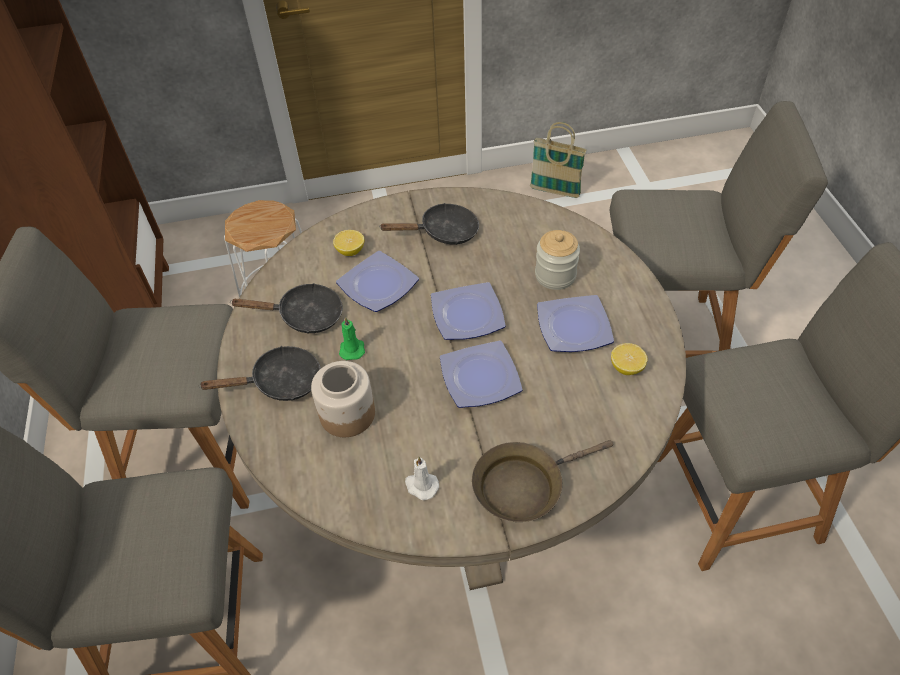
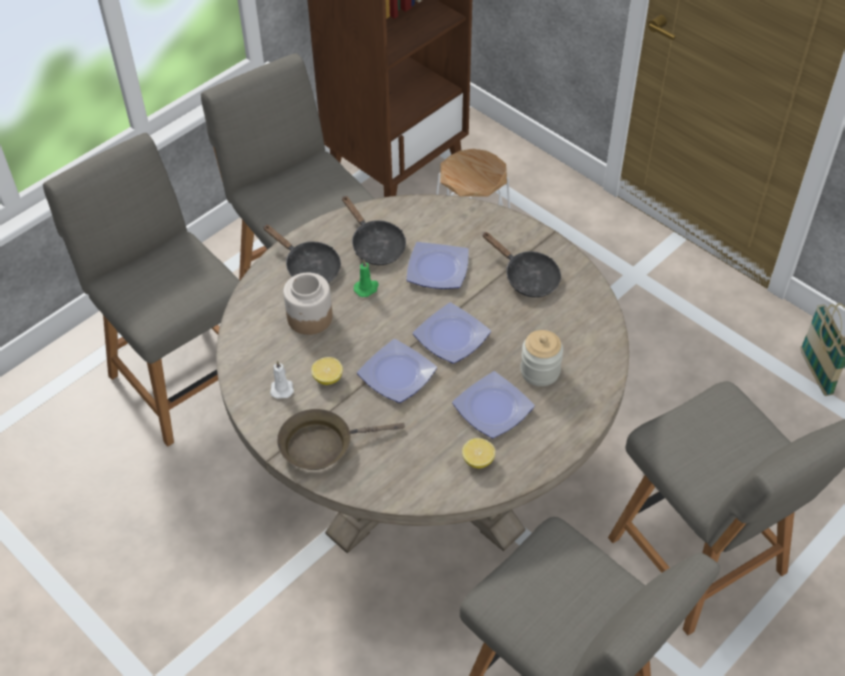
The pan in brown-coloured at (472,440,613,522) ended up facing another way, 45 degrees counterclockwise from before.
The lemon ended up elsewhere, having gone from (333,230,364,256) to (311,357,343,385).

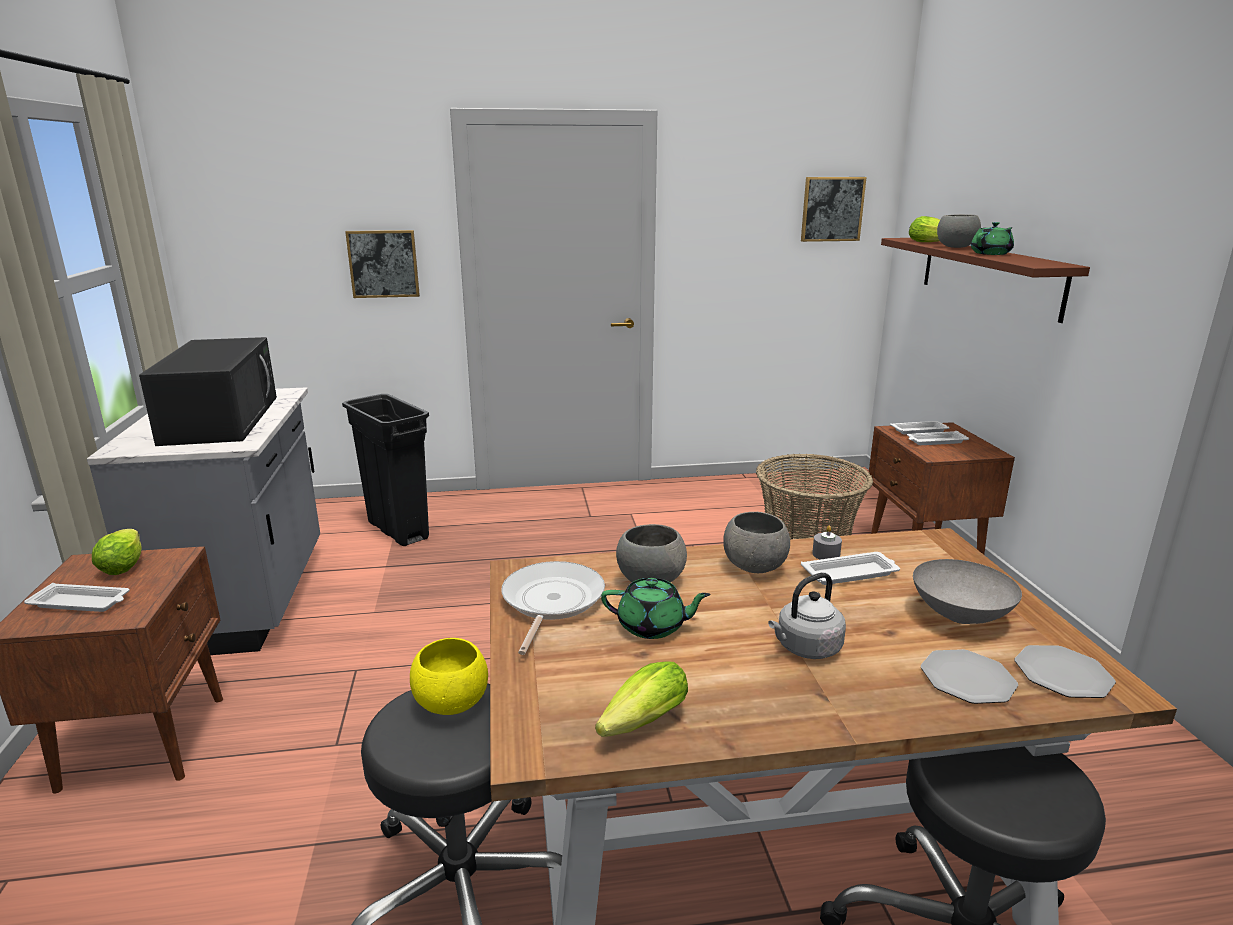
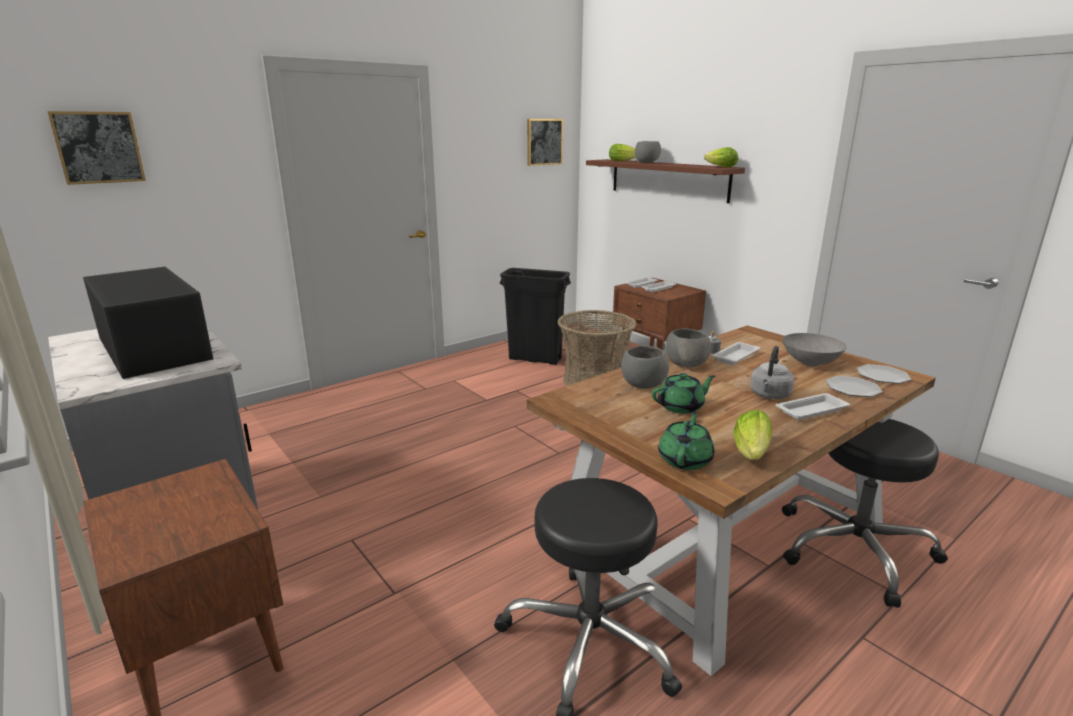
The wall picture ended up elsewhere, having gone from (345,230,420,298) to (47,111,146,185).
The rubbish bin in blackish ended up elsewhere, having gone from (342,394,429,546) to (500,268,571,365).
The teapot in green-coloured ended up elsewhere, having gone from (971,222,1014,255) to (658,411,714,470).
The head of lettuce ended up elsewhere, having gone from (92,529,141,575) to (704,147,738,167).
The carrying tray in white-coloured ended up elsewhere, having gone from (24,583,130,612) to (776,393,850,420).
The second view lost the bowl in yellowish at (410,638,488,715).
The second view lost the pan at (501,561,605,655).

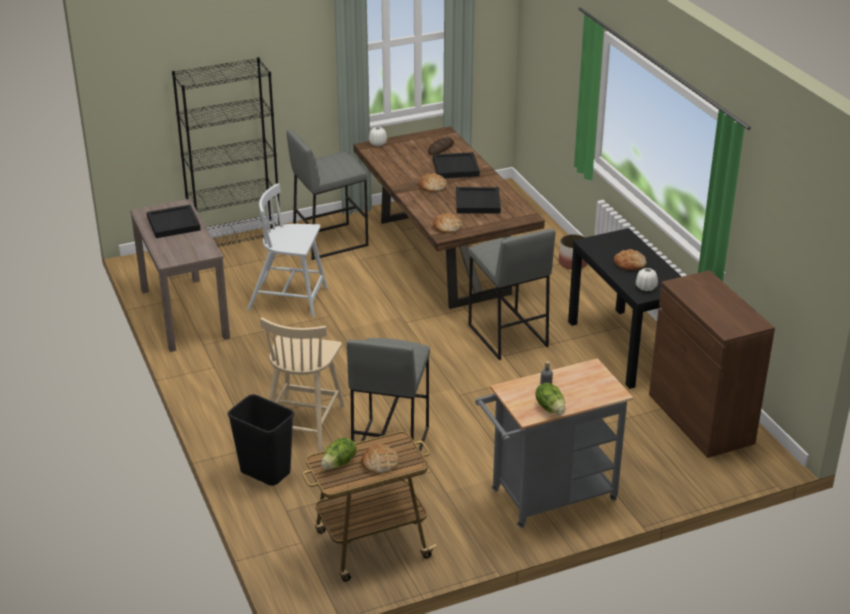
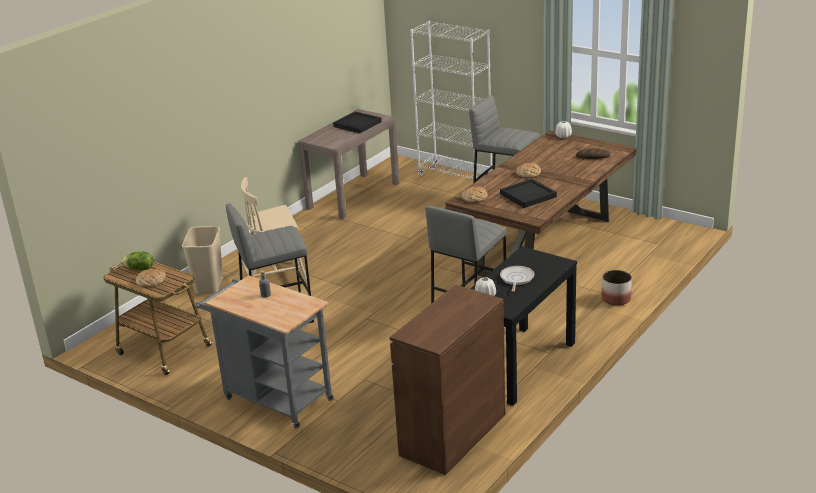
What was the rubbish bin in blackish at (227,394,294,486) turned into the rubbish bin in sand-coloured at (182,226,223,294).
What was the bookshelf in blackish at (172,57,280,247) turned into the bookshelf in white-coloured at (410,21,492,180).
Where the bread stood at (614,249,647,271), the pan came to stand at (500,266,535,292).
The second view lost the upright chair in white-coloured at (247,183,327,317).
The second view lost the carrying tray in blackish at (433,152,480,178).
The second view lost the head of lettuce at (536,383,565,415).

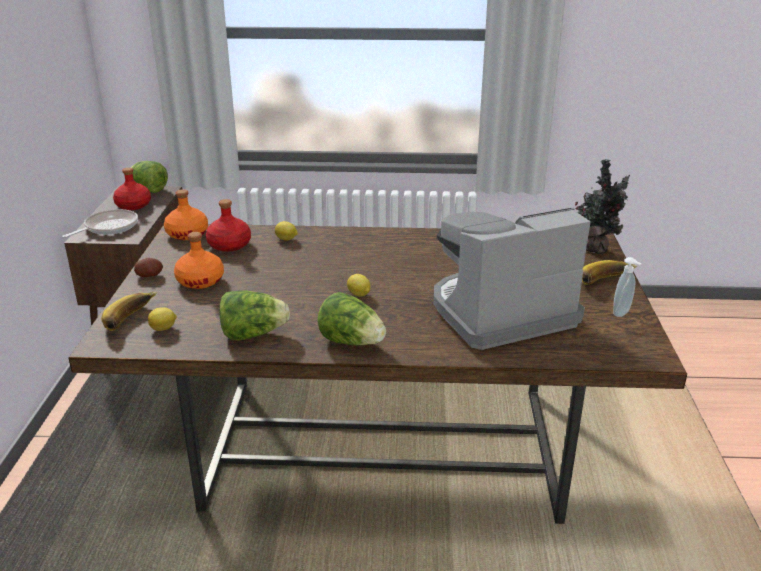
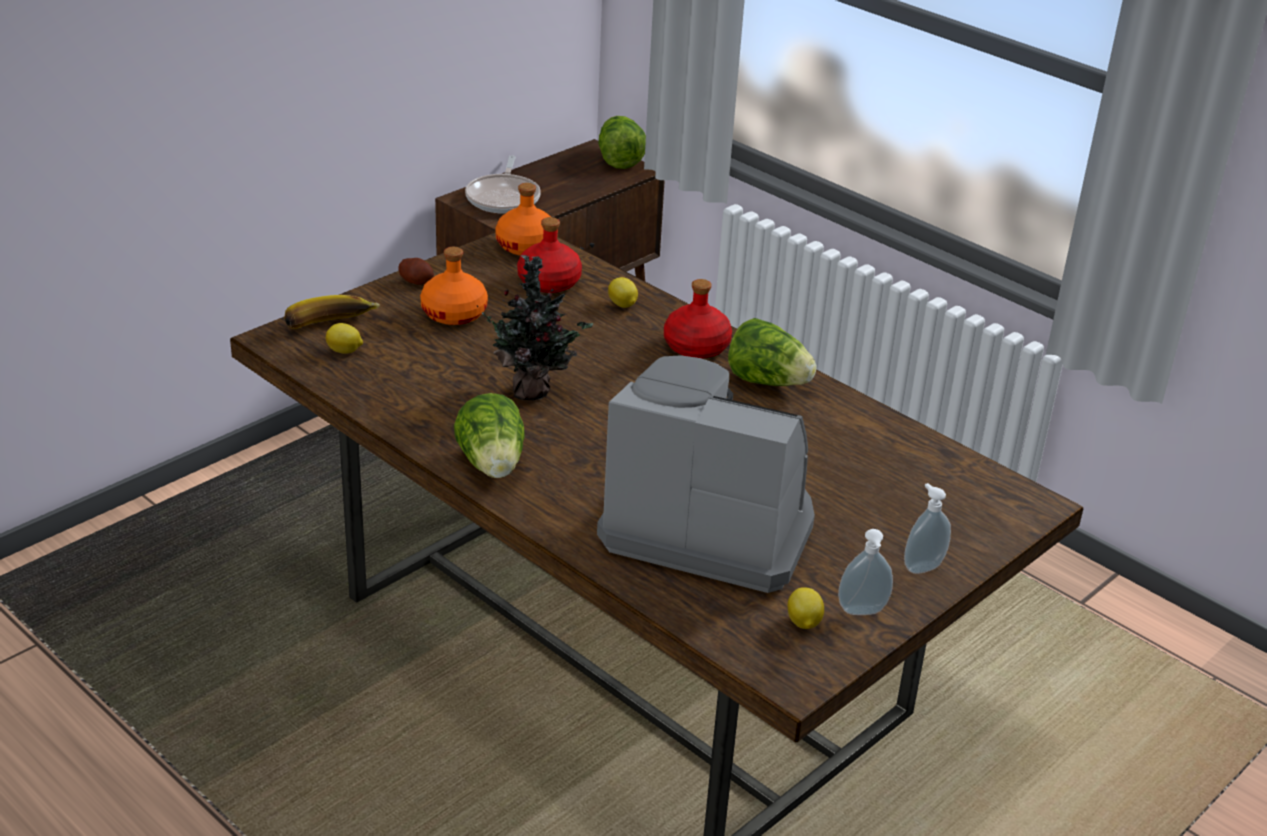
The pan at (62,209,138,238) ended up facing another way, 105 degrees clockwise from before.
The potted plant ended up elsewhere, having gone from (575,159,630,254) to (477,255,593,400).
The beverage bottle in red ended up elsewhere, having gone from (113,168,151,210) to (664,279,732,359).
The head of lettuce ended up elsewhere, having gone from (220,290,290,340) to (728,318,817,386).
The lemon ended up elsewhere, having gone from (347,274,370,296) to (788,587,824,629).
Where the whole banana stood at (582,260,637,285), the liquid soap bottle came to stand at (904,483,951,574).

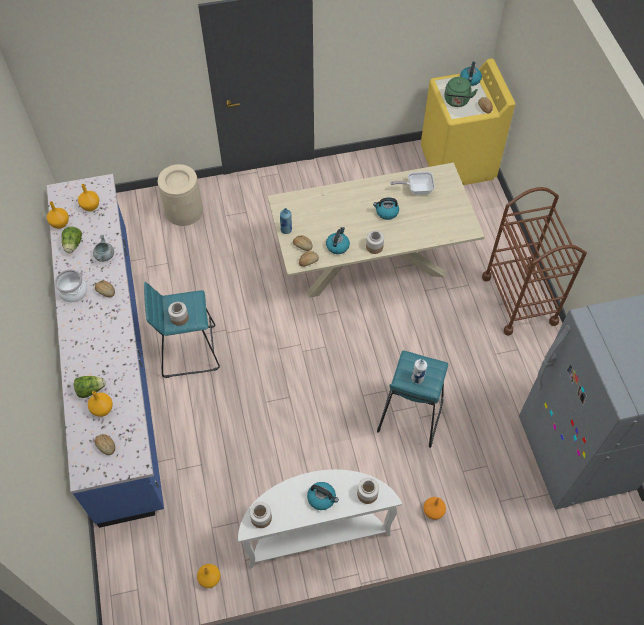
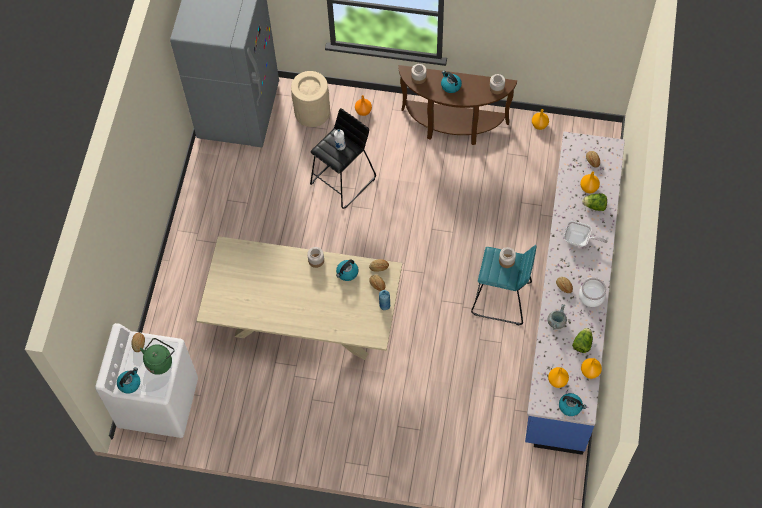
What was the washing machine in yellowish at (421,58,515,185) turned into the washing machine in white-coloured at (95,323,198,438).
The rubbish bin in sand-coloured ended up elsewhere, having gone from (158,164,203,226) to (291,71,330,127).
What was the stool seat in blue-green at (377,351,448,448) turned into the stool seat in blackish at (310,108,376,209).
What was the narrow table in white-coloured at (238,469,402,569) turned into the narrow table in brown-coloured at (399,65,517,145).
The tea kettle ended up elsewhere, having gone from (373,197,399,220) to (559,393,586,416).
The pan ended up elsewhere, having gone from (390,171,435,195) to (564,221,608,247).
The second view lost the wheeled cart in brown-coloured at (482,187,587,336).

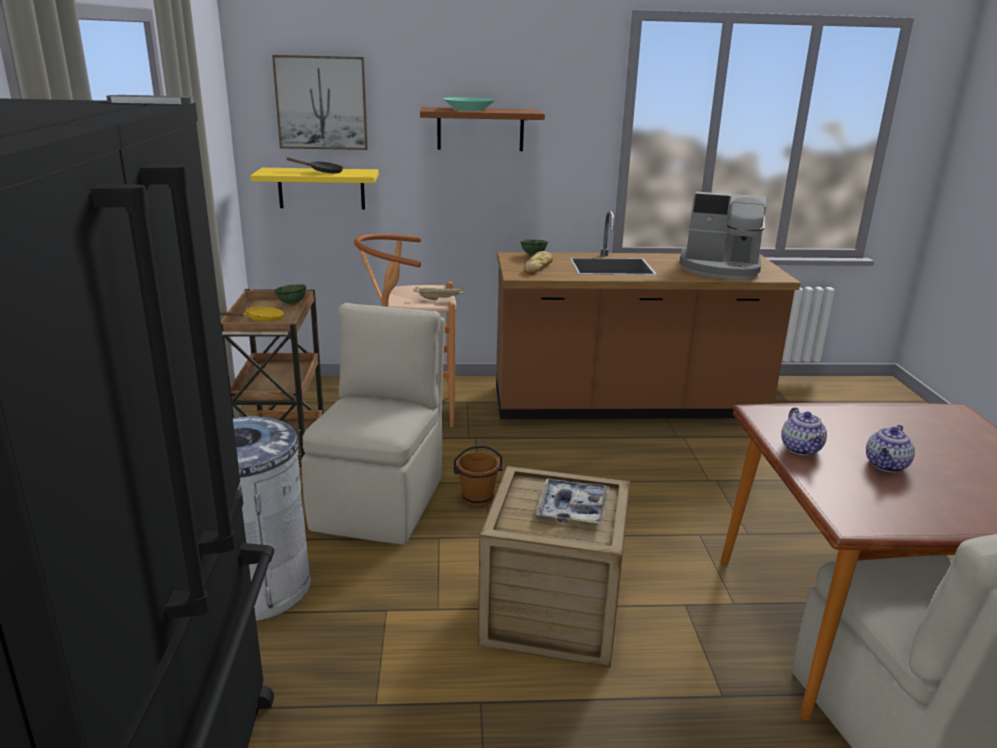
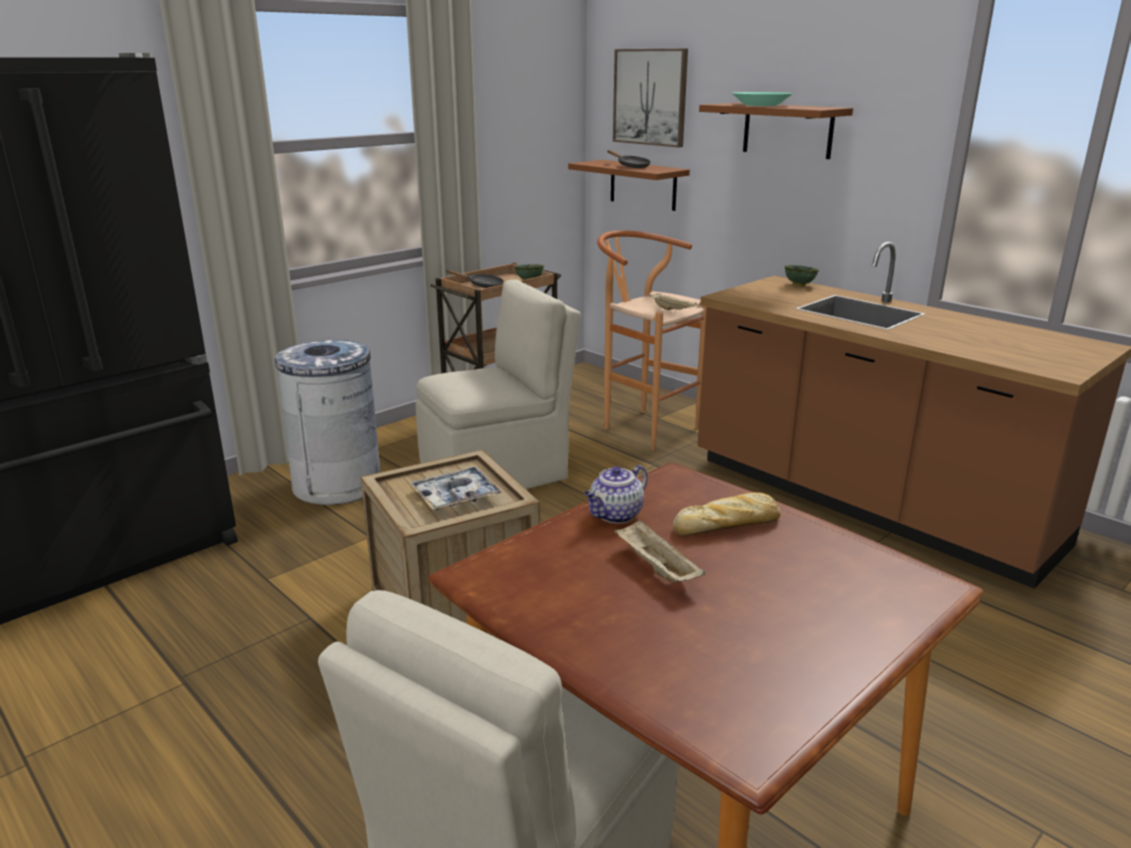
What was the pan in yellowish at (220,306,285,321) turned into the pan in blackish at (447,270,504,288).
What was the shelf in yellowish at (250,168,379,209) turned into the shelf in brown-coloured at (568,160,690,211).
Where the teapot stood at (866,425,915,472), the carrying tray in sand-coloured came to stand at (614,520,706,582).
The bread ended up elsewhere, having gone from (524,251,553,274) to (673,492,781,536).
The second view lost the water bucket in brown-coloured at (454,446,503,507).
The second view lost the coffee brewer at (679,192,766,280).

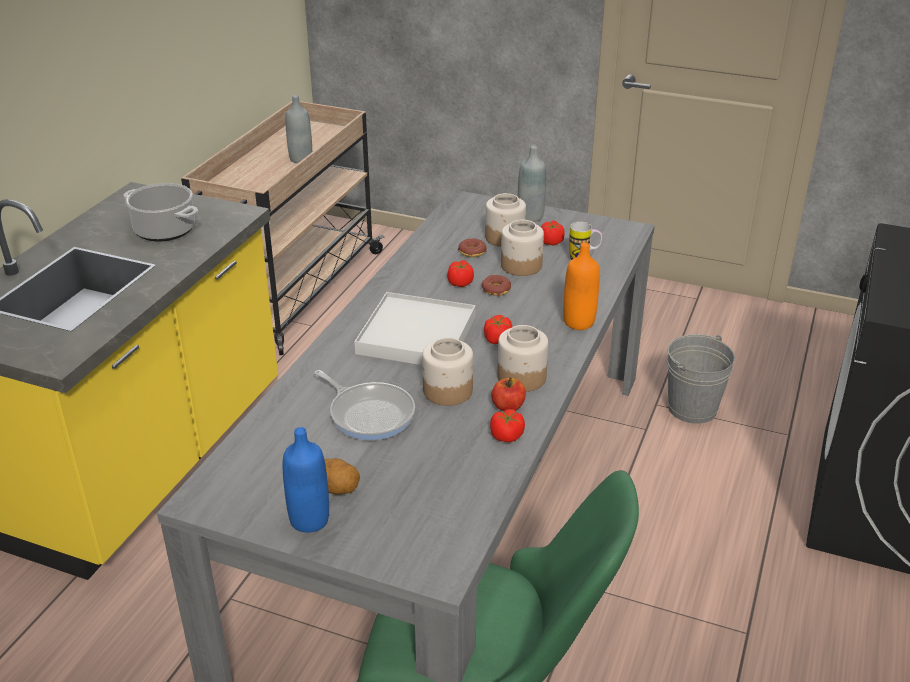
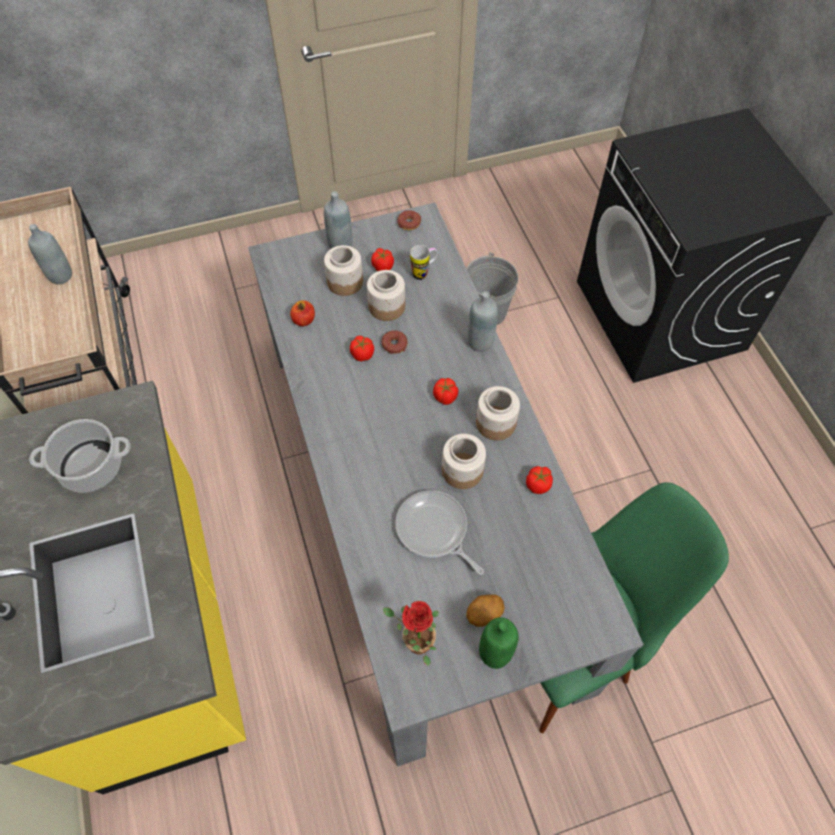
The whole apple ended up elsewhere, having gone from (491,378,526,411) to (290,300,315,326).
The second view gained the potted plant at (383,601,439,666).
The pan at (314,370,415,440) ended up facing another way, 135 degrees counterclockwise from before.
The donut ended up elsewhere, having gone from (458,238,487,257) to (397,210,421,230).
What was the beverage bottle in orangey at (563,242,600,330) turned into the beverage bottle in greyish at (468,291,498,352).
What was the beverage bottle in blue at (283,427,329,532) turned into the beverage bottle in green-coloured at (479,617,518,669).
The second view lost the carrying tray in white-coloured at (354,292,476,365).

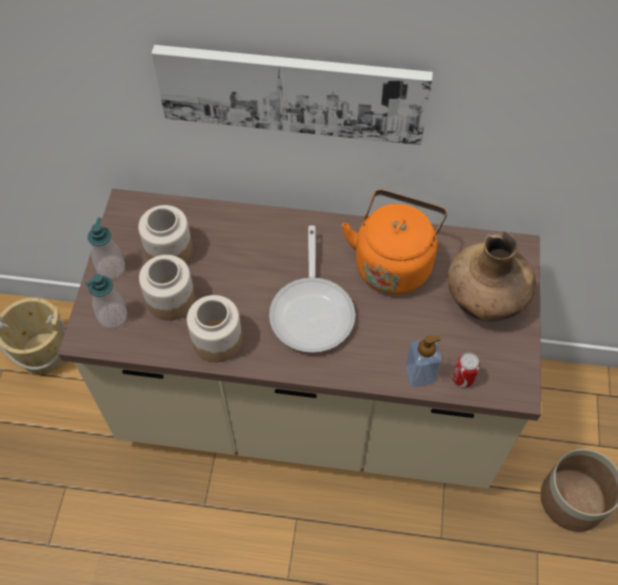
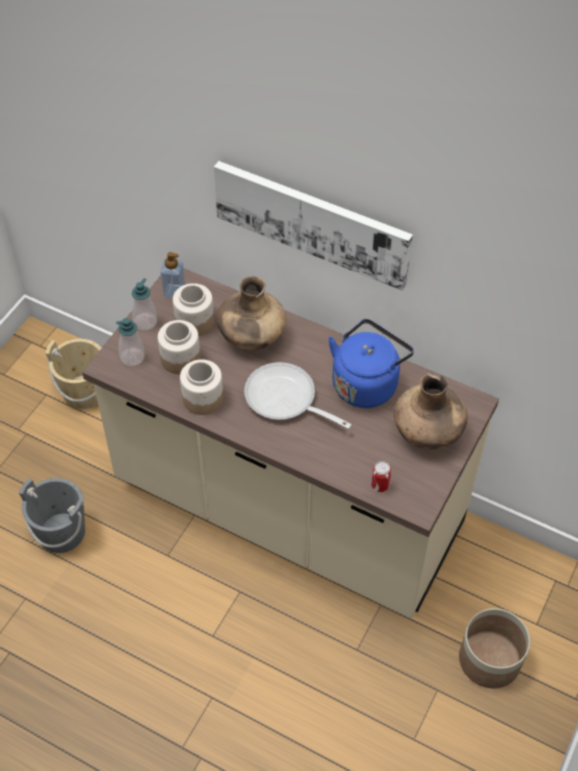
The second view gained the water bucket in greyish at (19,478,85,553).
The liquid soap bottle ended up elsewhere, having gone from (405,336,442,387) to (160,252,185,298).
The second view gained the flower vase in brown-coloured at (217,276,286,350).
The pan at (269,225,355,353) ended up facing another way, 105 degrees clockwise from before.
What was the tea kettle in orangey at (342,190,447,294) turned into the tea kettle in blue at (328,319,414,408).

